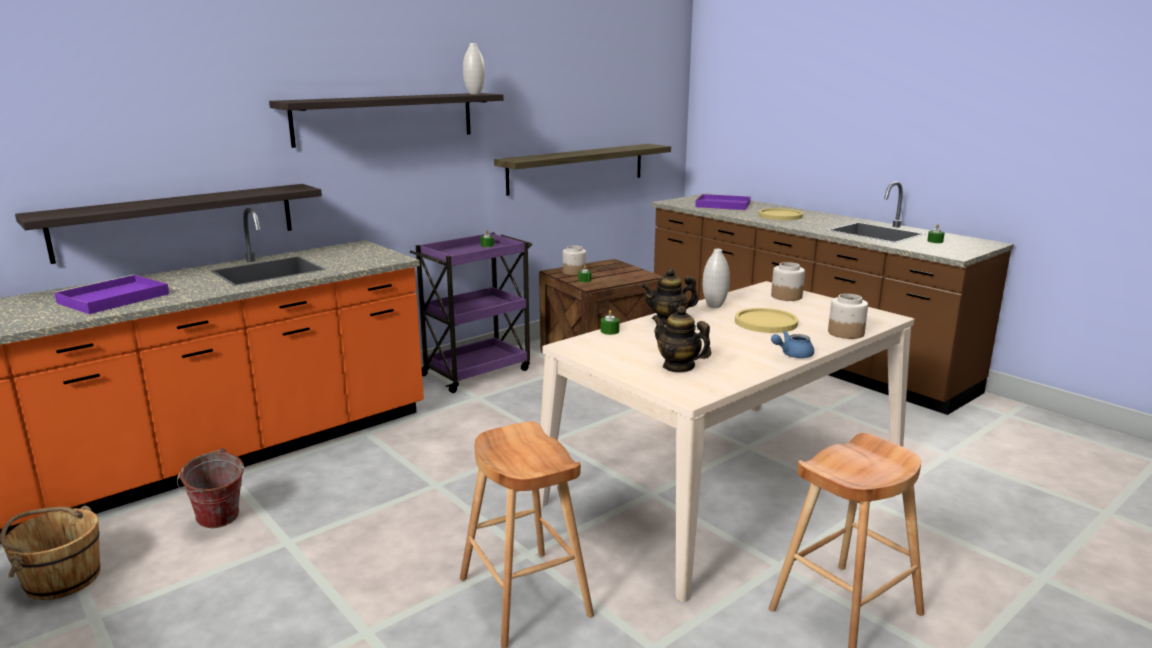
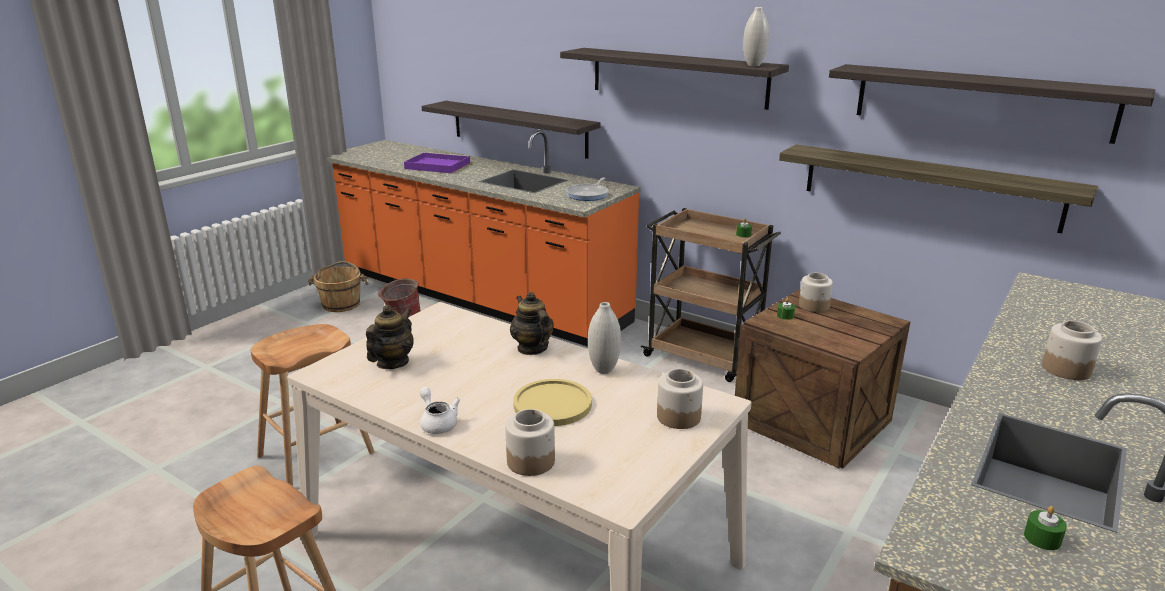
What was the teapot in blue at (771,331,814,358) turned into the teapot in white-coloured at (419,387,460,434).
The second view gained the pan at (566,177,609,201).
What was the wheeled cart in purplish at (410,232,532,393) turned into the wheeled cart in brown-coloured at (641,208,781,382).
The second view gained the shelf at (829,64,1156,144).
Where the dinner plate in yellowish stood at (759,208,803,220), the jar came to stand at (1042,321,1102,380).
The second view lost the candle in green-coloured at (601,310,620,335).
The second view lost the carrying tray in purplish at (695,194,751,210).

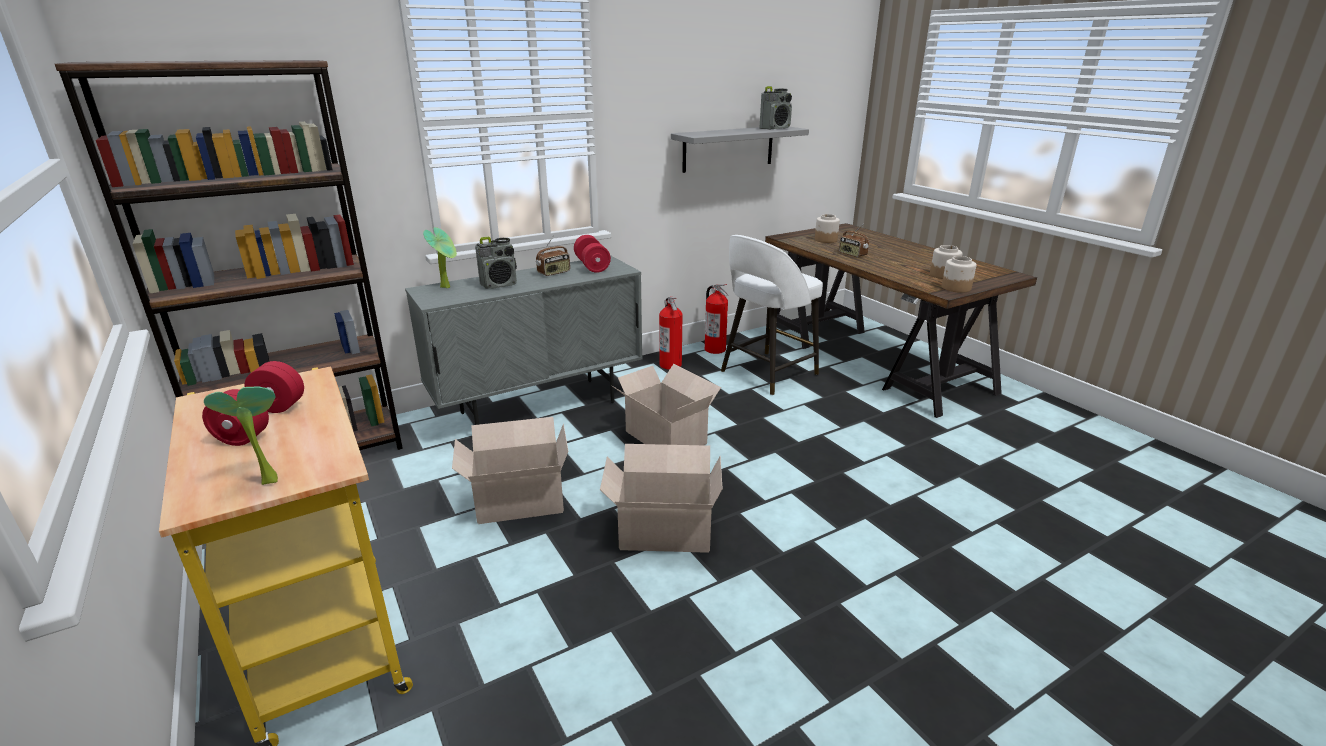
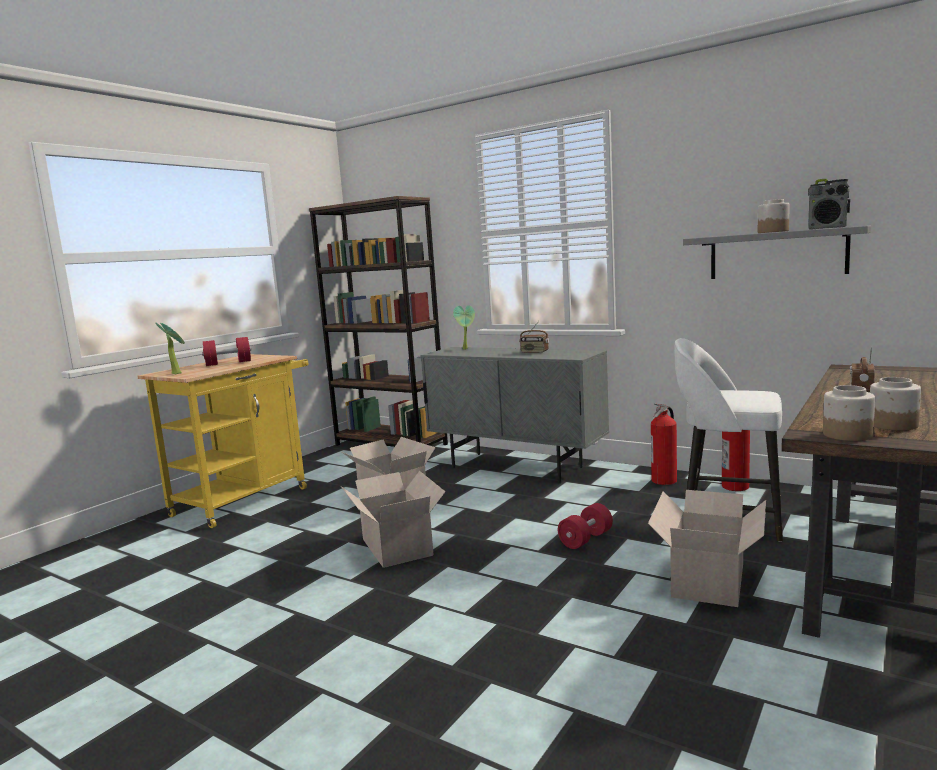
The dumbbell in red ended up elsewhere, having gone from (574,235,611,273) to (558,503,613,549).
The packing box ended up elsewhere, having gone from (611,364,721,445) to (648,490,766,607).
The jar ended up elsewhere, having gone from (815,214,840,243) to (758,199,790,233).
The second view lost the radio at (475,237,517,289).

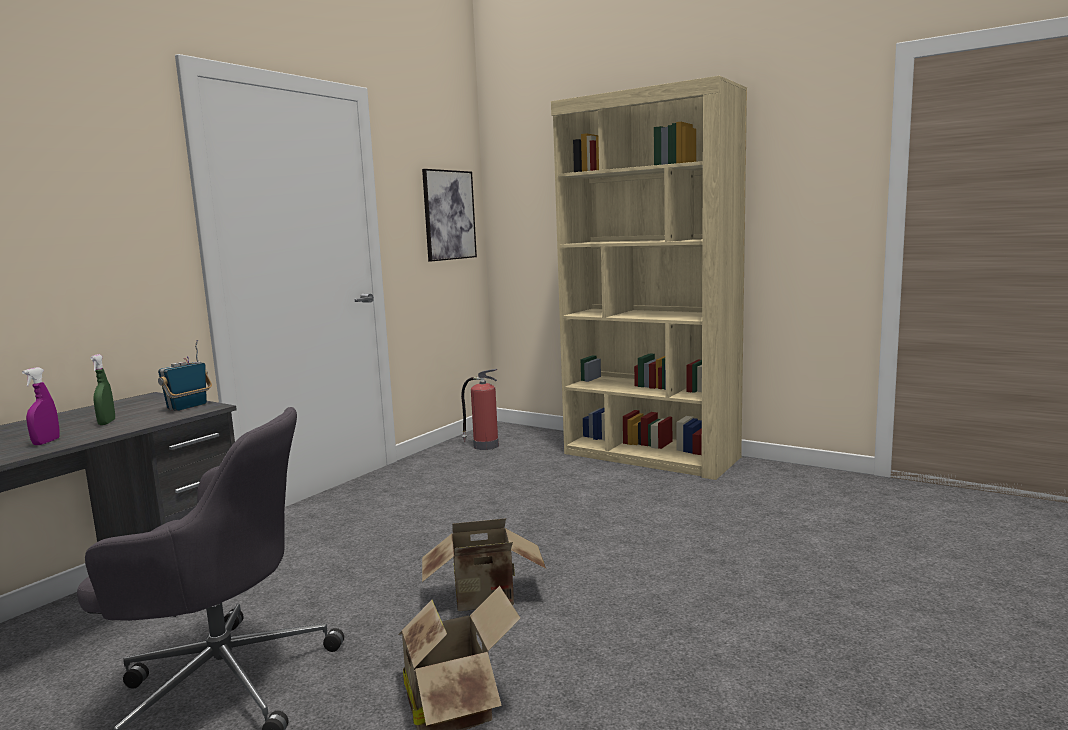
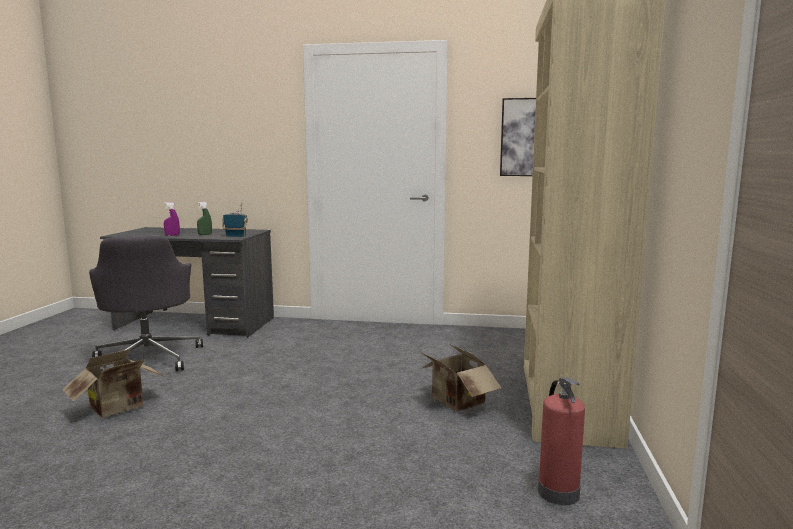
The packing box ended up elsewhere, having gone from (422,518,546,611) to (420,344,501,411).
The extinguisher ended up elsewhere, having gone from (461,369,499,450) to (538,378,585,505).

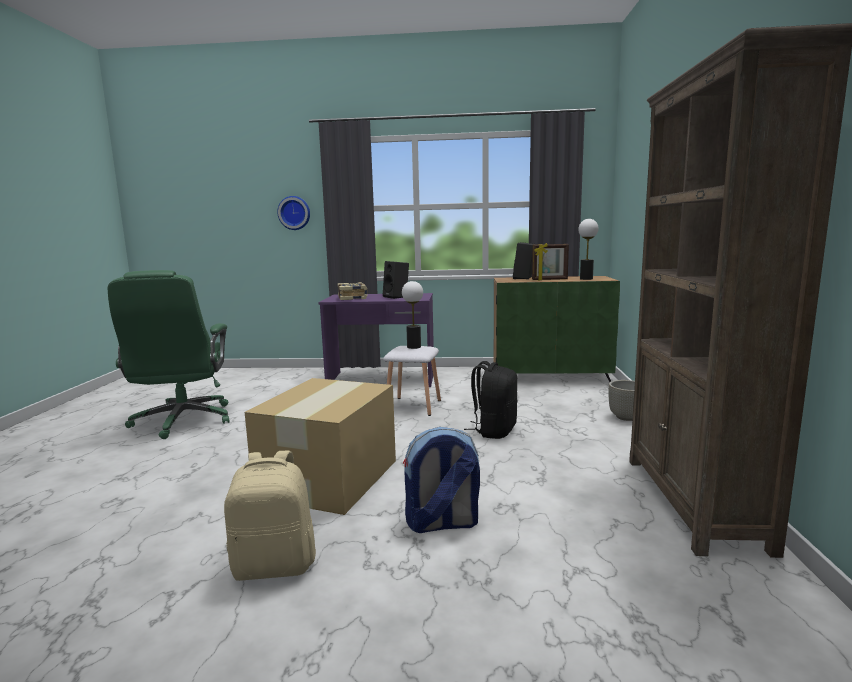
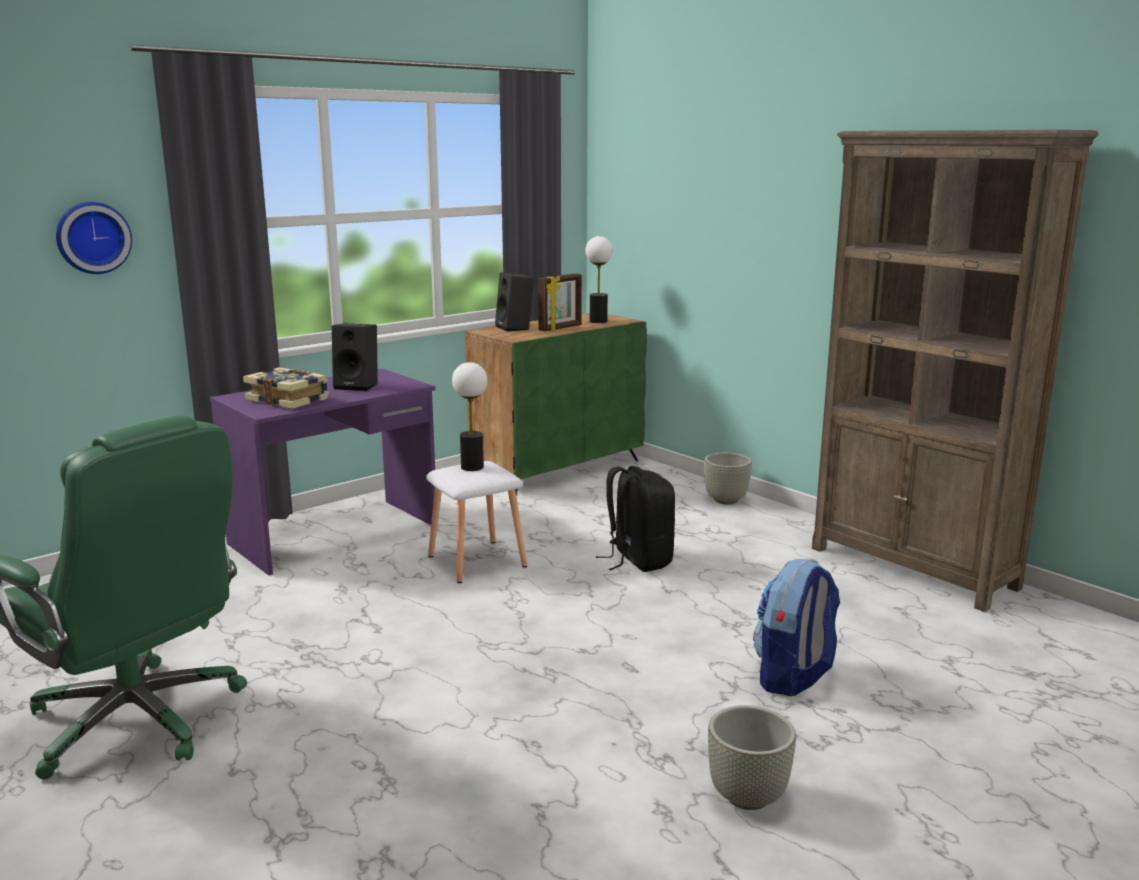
Where the rucksack in sand-coloured stood at (224,450,316,581), the flower pot in greyish came to stand at (708,705,796,810).
The second view lost the packing box at (245,378,396,515).

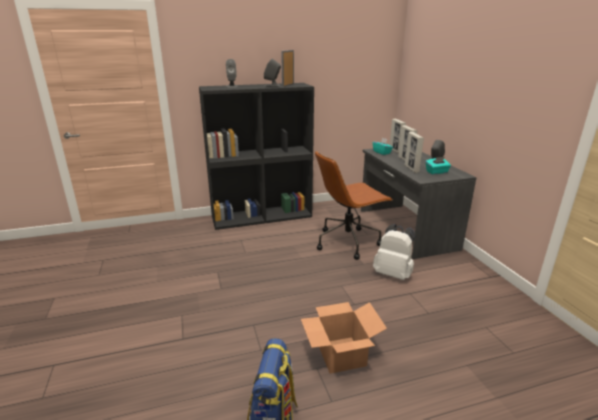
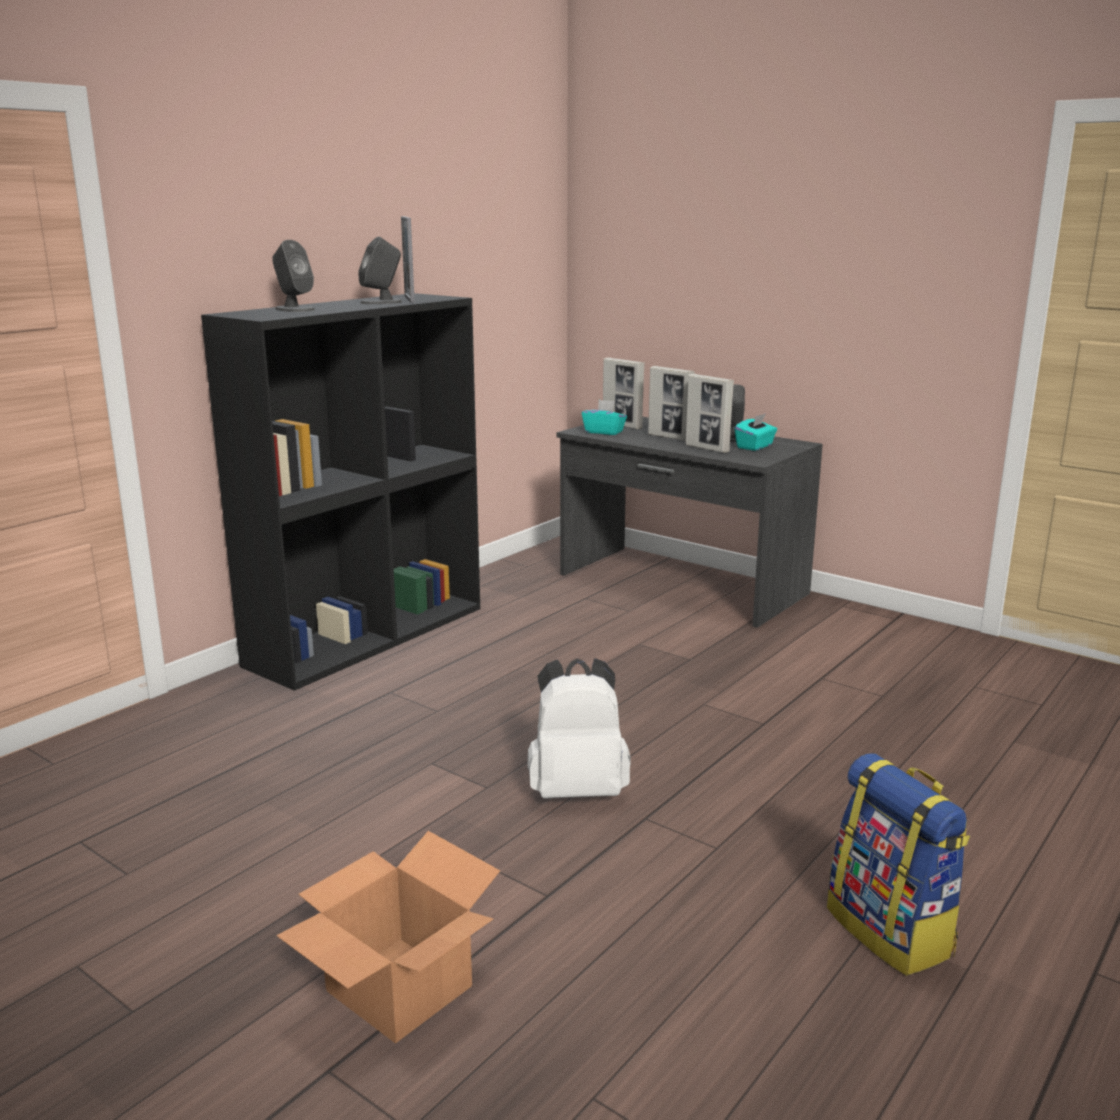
The packing box ended up elsewhere, having gone from (301,302,387,374) to (276,831,500,1044).
The rucksack in white-coloured ended up elsewhere, having gone from (373,224,416,280) to (527,658,631,799).
The second view lost the desk chair in brown-coloured at (315,151,392,260).

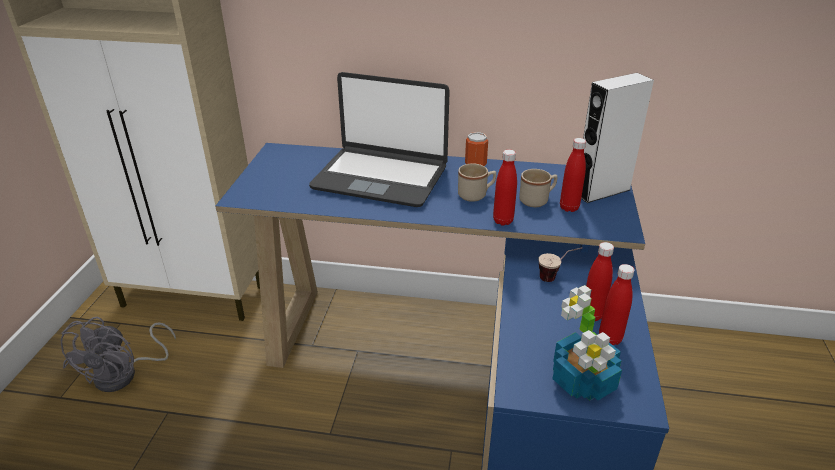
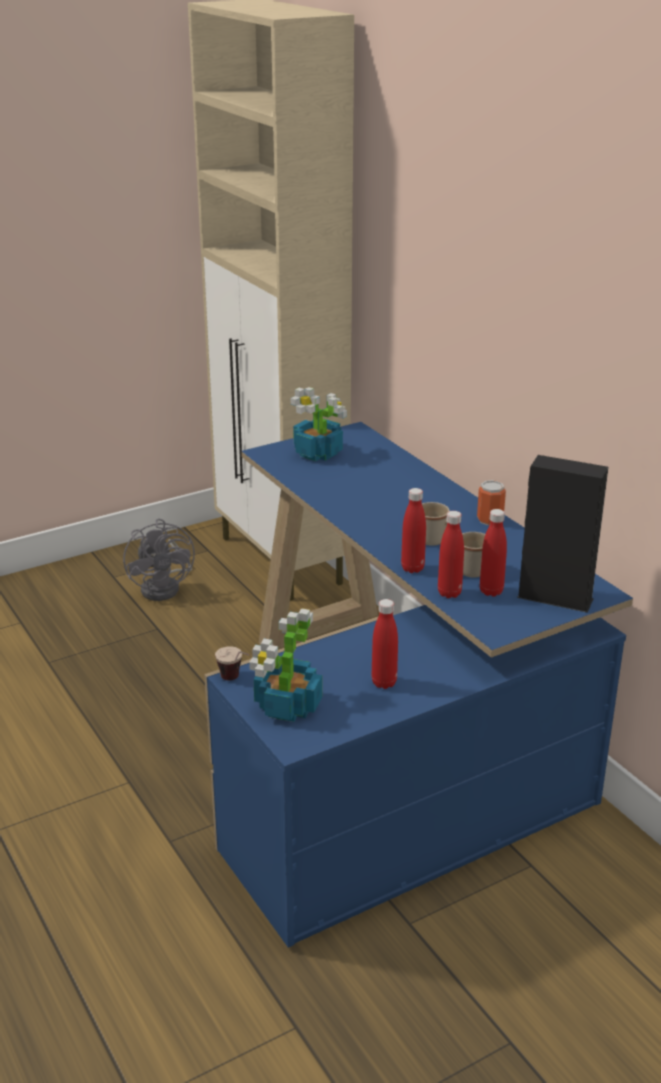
The cooling fan in greyish at (61,317,176,392) ended up facing another way, 75 degrees counterclockwise from before.
The small cup ended up elsewhere, having gone from (538,247,583,282) to (215,646,250,681).
The second view gained the potted plant at (291,387,347,461).
The beverage bottle in red ended up elsewhere, having gone from (599,264,635,345) to (438,511,464,598).
What was the loudspeaker in white-coloured at (581,73,654,203) turned into the loudspeaker in blackish at (517,455,609,613).
The second view lost the portable computer at (309,72,450,207).

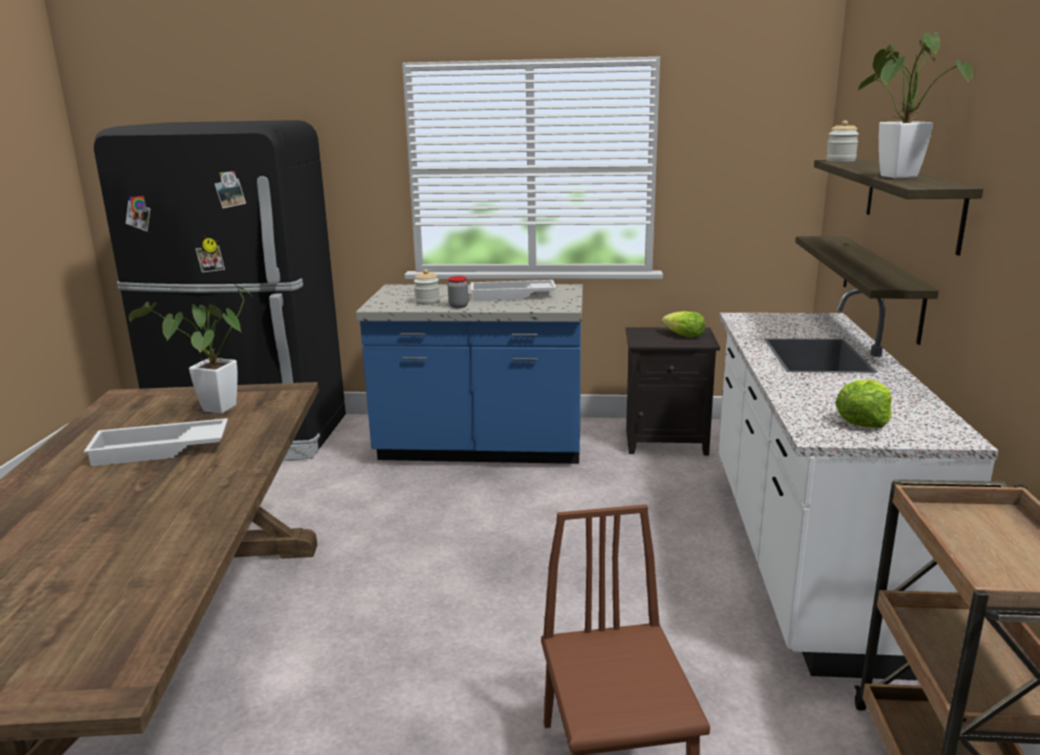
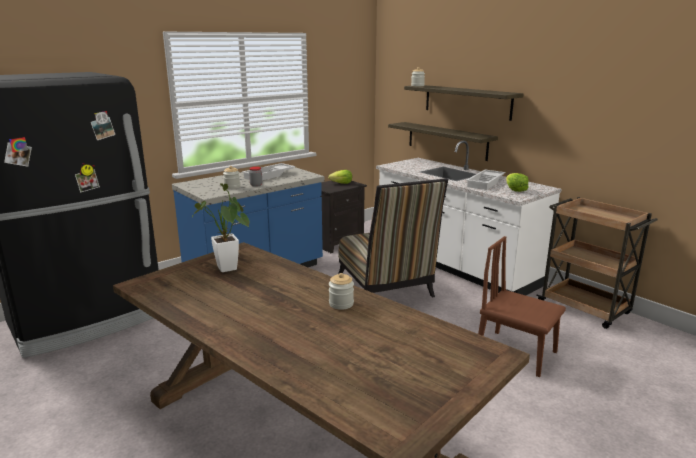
The second view gained the jar at (329,273,354,310).
The second view gained the upright chair at (338,179,448,297).
The carrying tray in white-coloured ended up elsewhere, having gone from (84,418,228,466) to (466,170,505,190).
The second view lost the potted plant at (858,32,973,178).

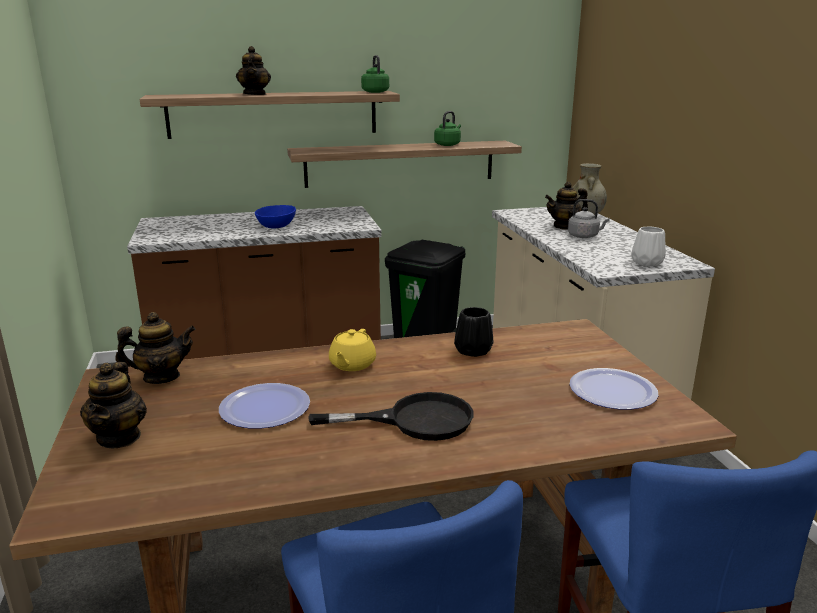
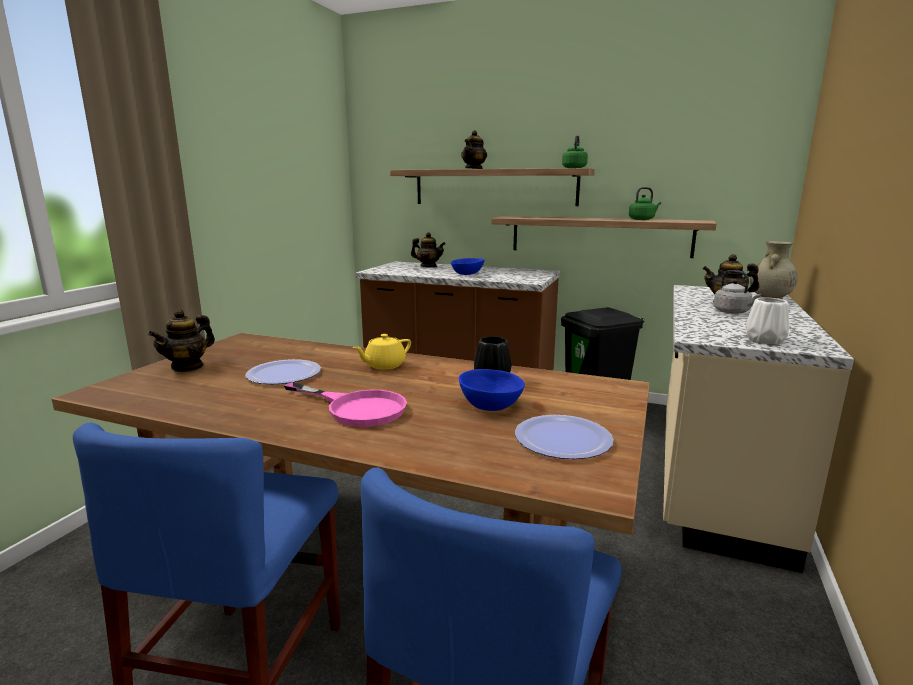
What was the pan in blackish at (308,392,473,441) turned into the pan in pink at (284,382,407,427).
The teapot ended up elsewhere, having gone from (116,312,196,384) to (411,232,446,267).
The second view gained the bowl in blue at (459,369,525,411).

